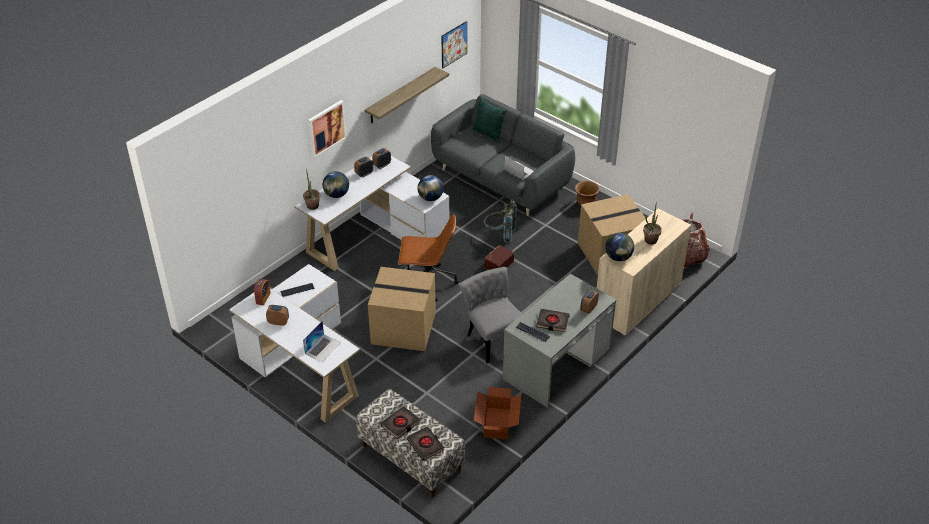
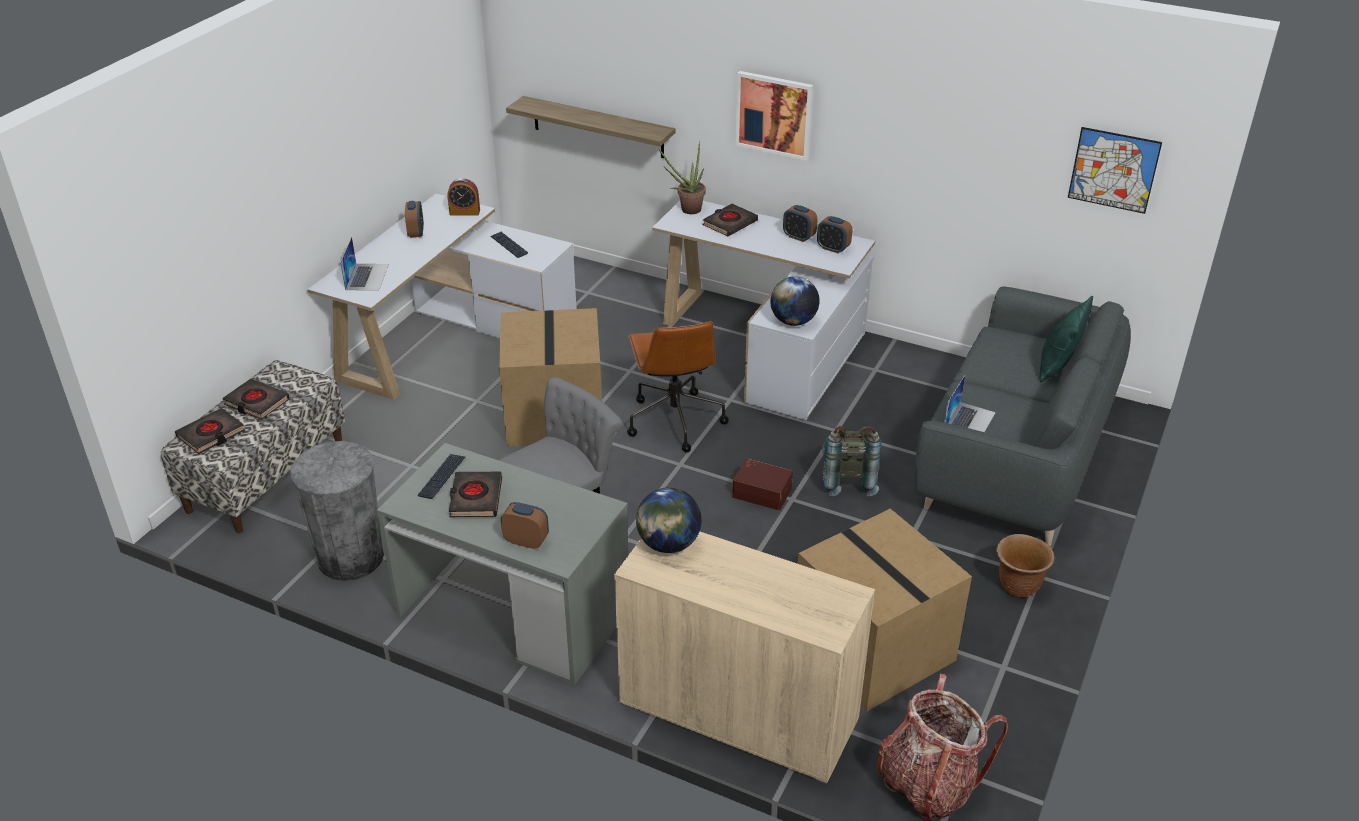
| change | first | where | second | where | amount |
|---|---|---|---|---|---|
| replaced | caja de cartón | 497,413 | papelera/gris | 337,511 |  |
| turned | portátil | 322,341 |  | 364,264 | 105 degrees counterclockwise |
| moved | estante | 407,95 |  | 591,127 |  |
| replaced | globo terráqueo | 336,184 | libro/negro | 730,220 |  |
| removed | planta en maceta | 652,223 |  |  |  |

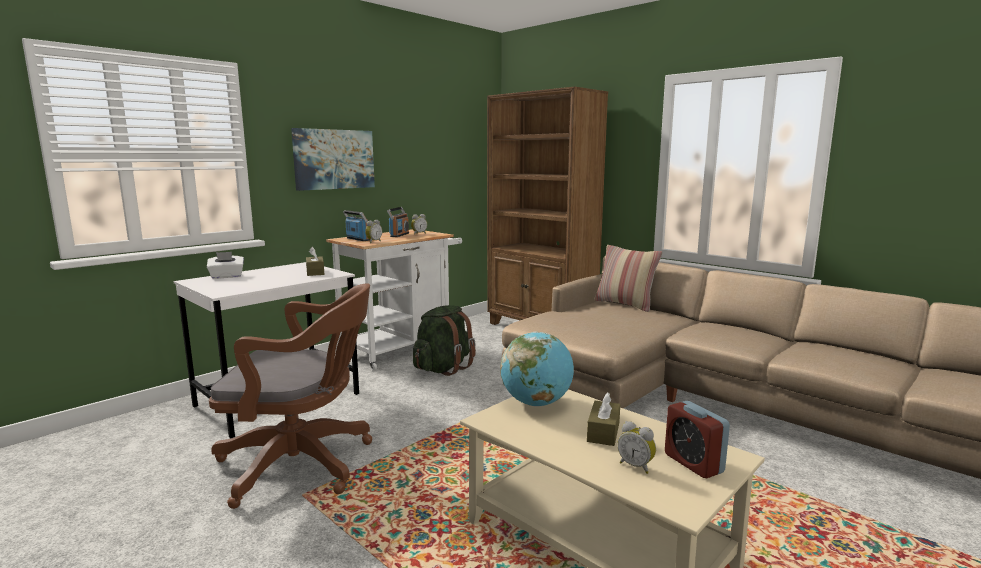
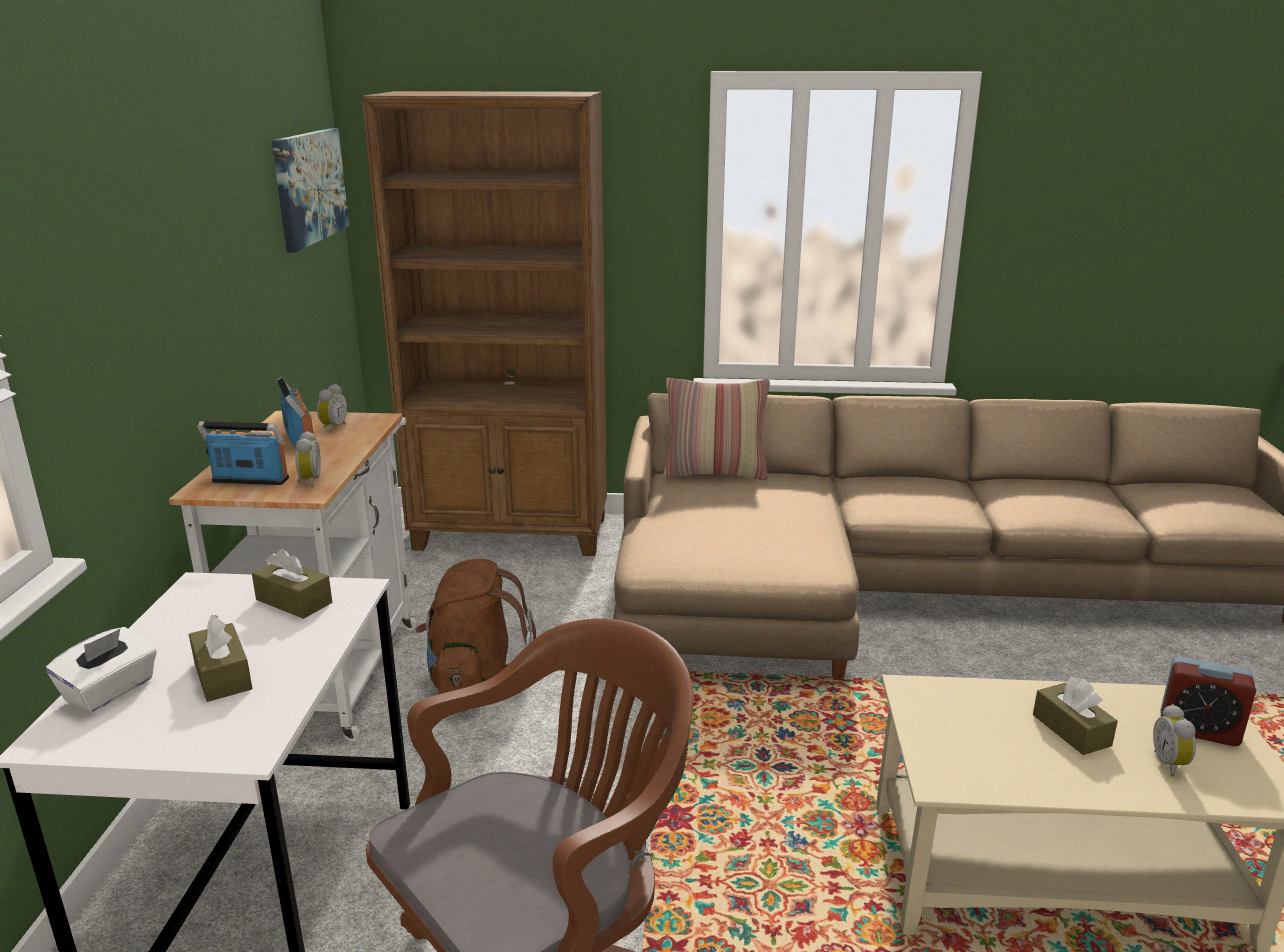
| change | first | where | second | where | amount |
|---|---|---|---|---|---|
| added |  |  | caja de pañuelos/marrón | 220,658 |  |
| moved | cuadro | 333,159 |  | 310,190 |  |
| recoloured | mochila/verde | 444,340 | mochila/marrón | 475,626 |  |
| turned | despertador | 636,447 |  | 1174,740 | 90 degrees clockwise |
| removed | globo terráqueo | 537,369 |  |  |  |

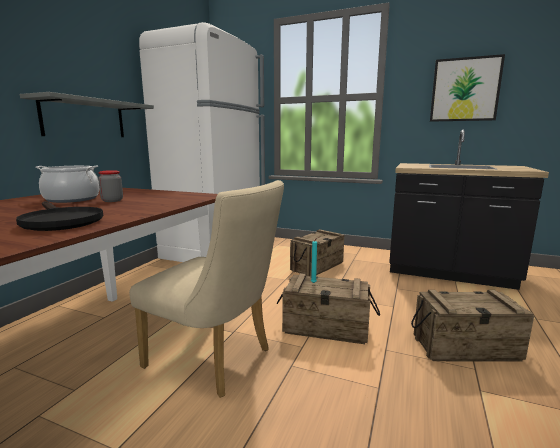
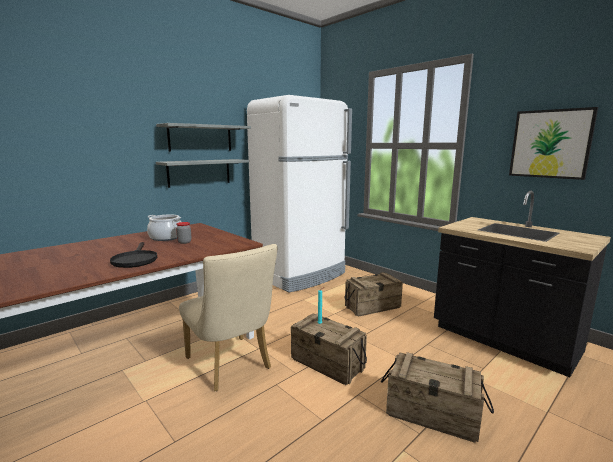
| change | first | where | second | where | amount |
|---|---|---|---|---|---|
| added |  |  | estante/gris | 203,137 |  |

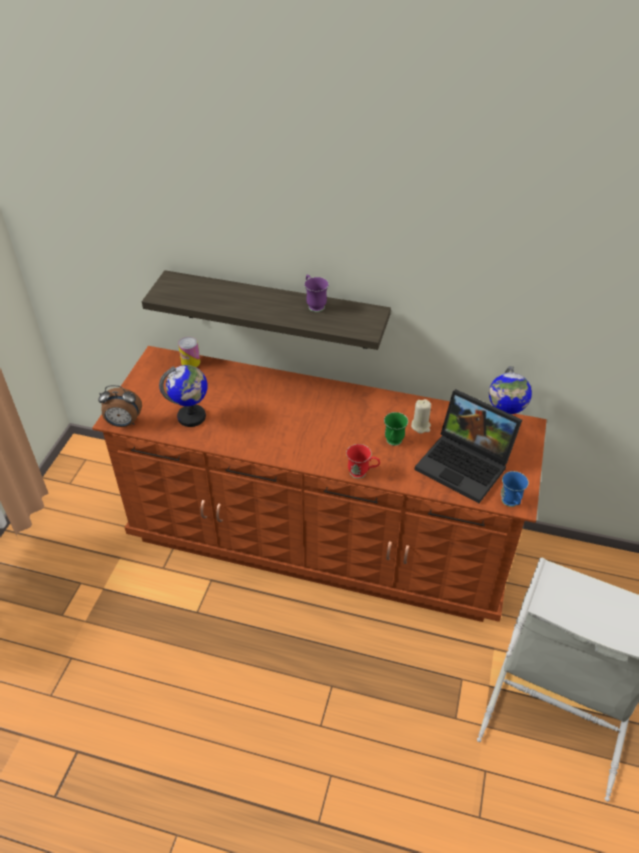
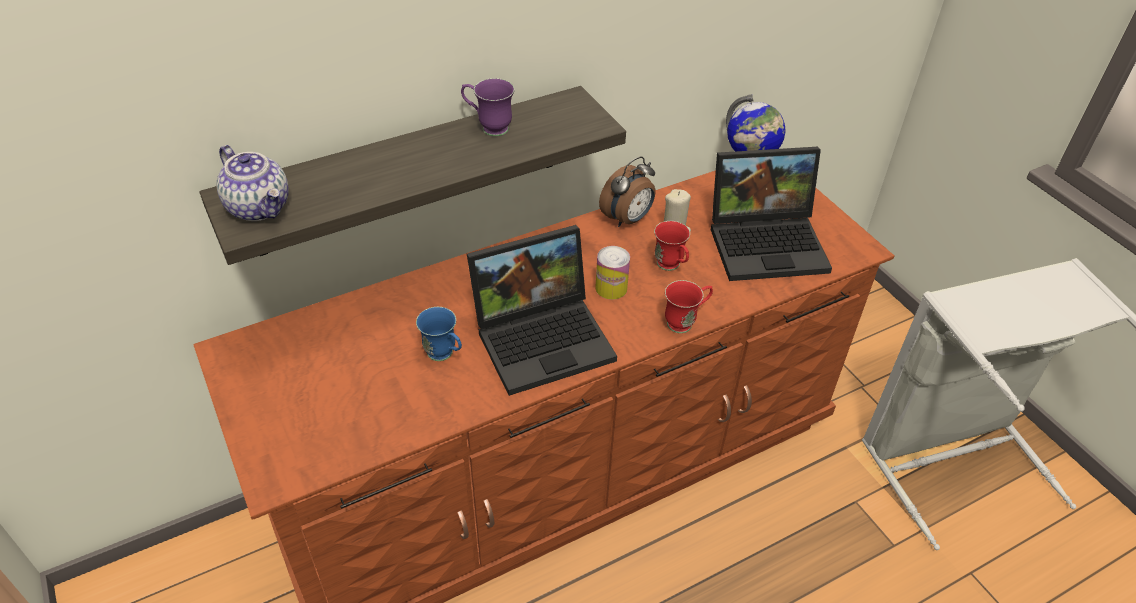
| change | first | where | second | where | amount |
|---|---|---|---|---|---|
| added |  |  | tetera | 253,183 |  |
| moved | taza grande/azul | 515,489 |  | 439,334 |  |
| added |  |  | portátil | 542,310 |  |
| moved | lata | 189,352 |  | 612,273 |  |
| moved | despertador | 120,406 |  | 627,191 |  |
| recoloured | taza grande/verde | 396,429 | taza grande/rojo | 672,246 |  |
| removed | globo terráqueo | 183,396 |  |  |  |

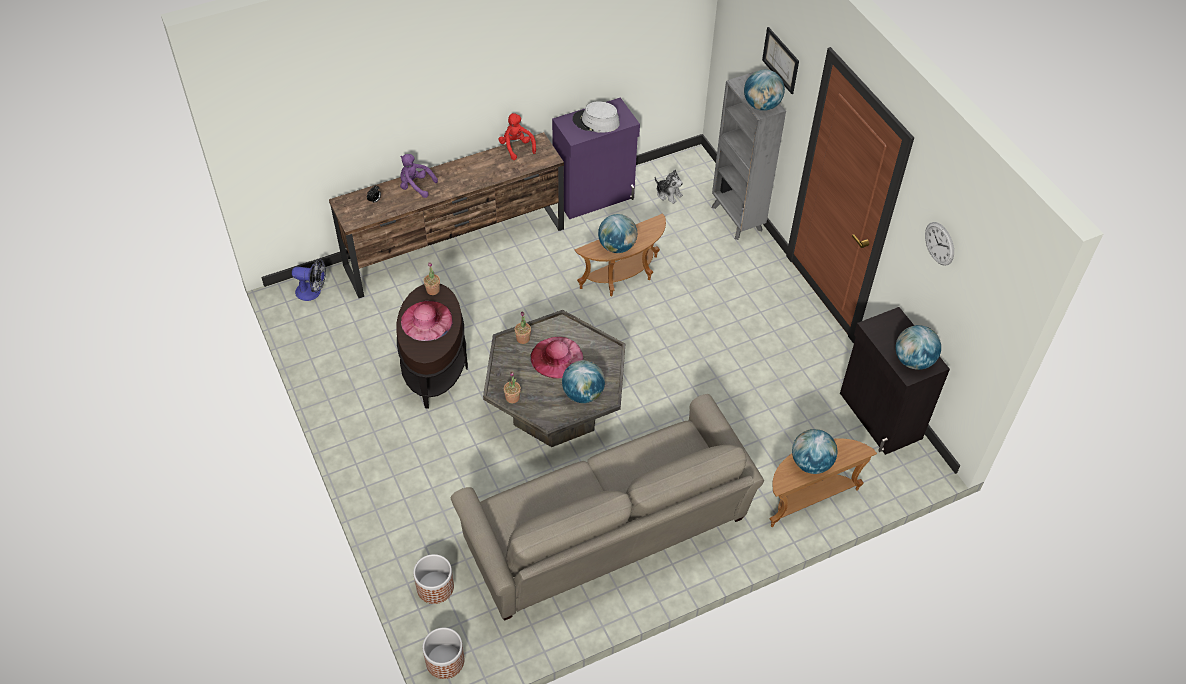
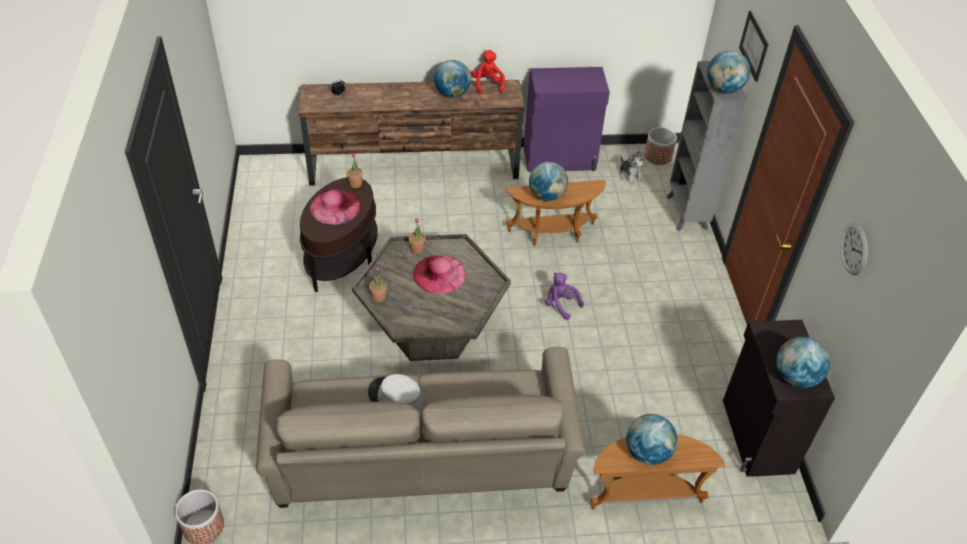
| change | first | where | second | where | amount |
|---|---|---|---|---|---|
| moved | sombrero/gris | 596,117 |  | 396,393 |  |
| moved | globo terráqueo | 583,381 |  | 452,79 |  |
| moved | peluche/morado | 419,176 |  | 564,296 |  |
| moved | maceta | 433,579 |  | 660,146 |  |
| removed | ventilador | 309,280 |  |  |  |

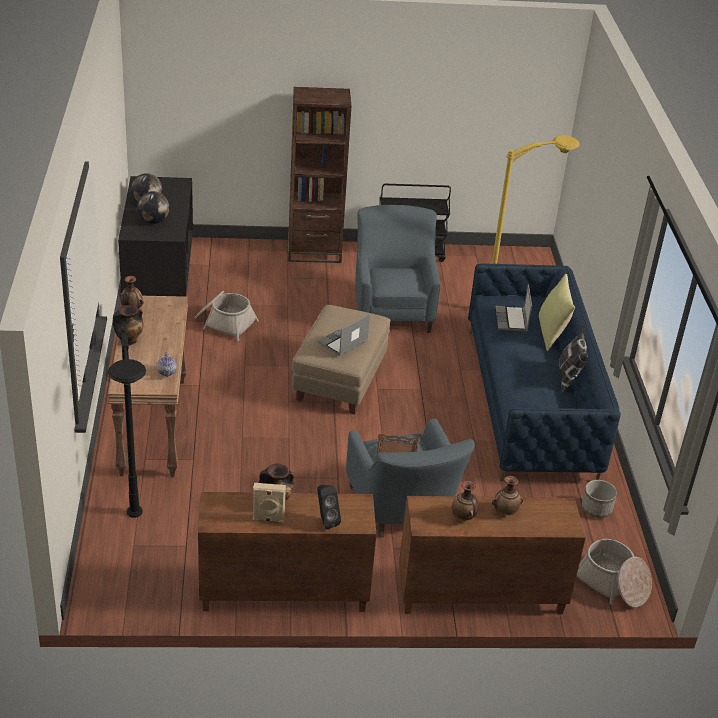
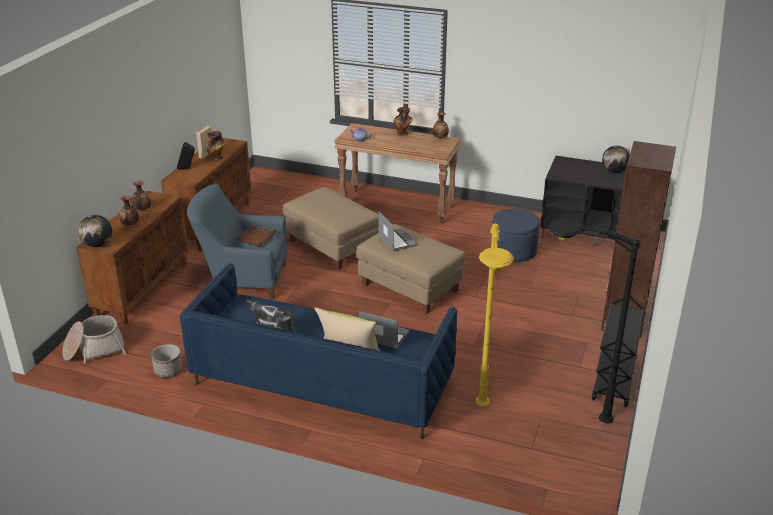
| change | first | where | second | where | amount |
|---|---|---|---|---|---|
| moved | globo terráqueo | 153,207 |  | 95,231 |  |
| added |  |  | puf/beis | 331,228 |  |
| replaced | cesta | 226,316 | puf/azul | 515,235 |  |
| moved | lámpara de pie/negro | 127,422 |  | 593,321 |  |
| removed | sillón/azul | 398,269 |  |  |  |

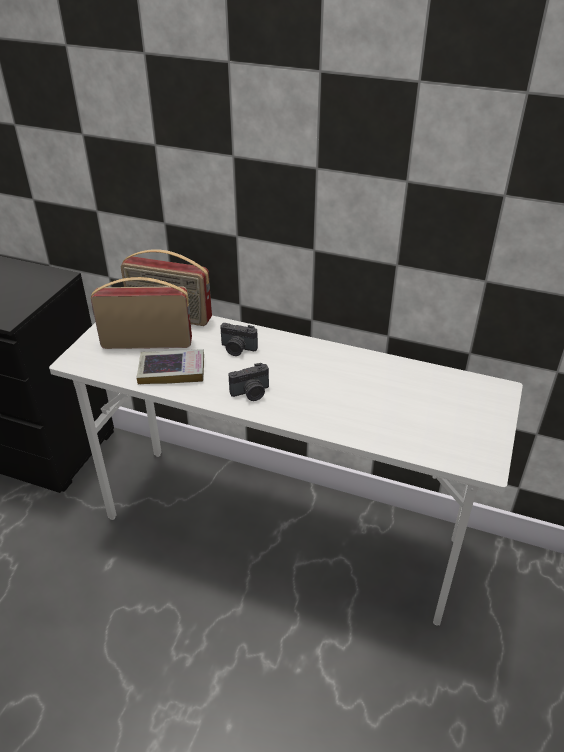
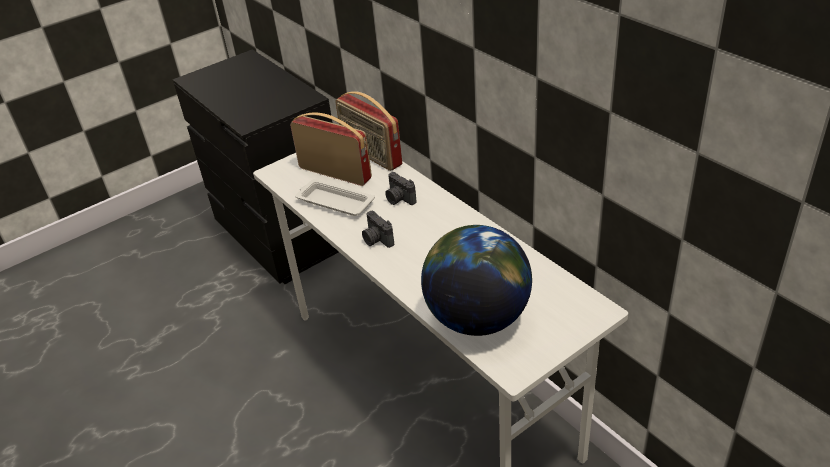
| change | first | where | second | where | amount |
|---|---|---|---|---|---|
| replaced | libro | 170,367 | bandeja/blanco | 335,197 |  |
| turned | cámara | 249,382 |  | 378,229 | 45 degrees clockwise |
| added |  |  | globo terráqueo | 476,280 |  |

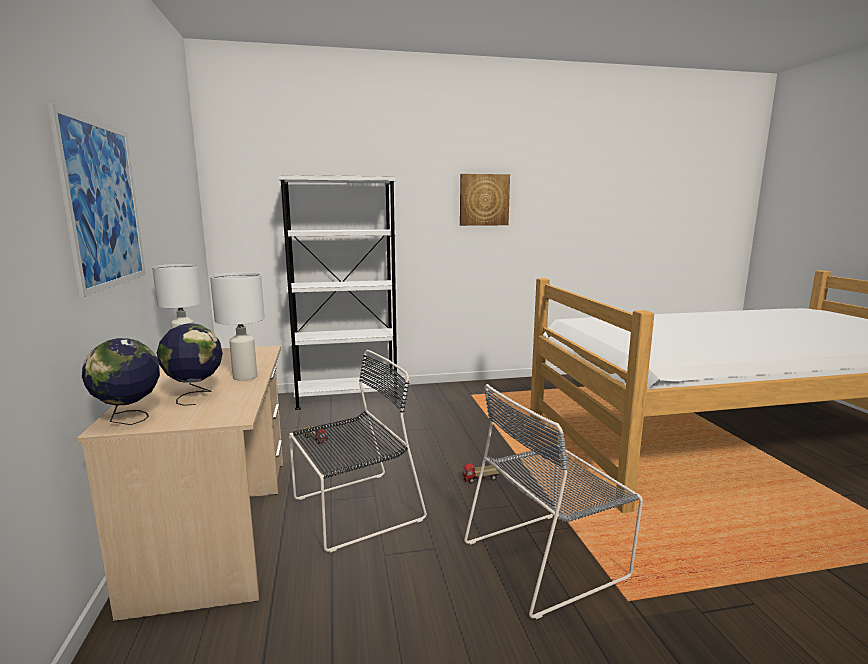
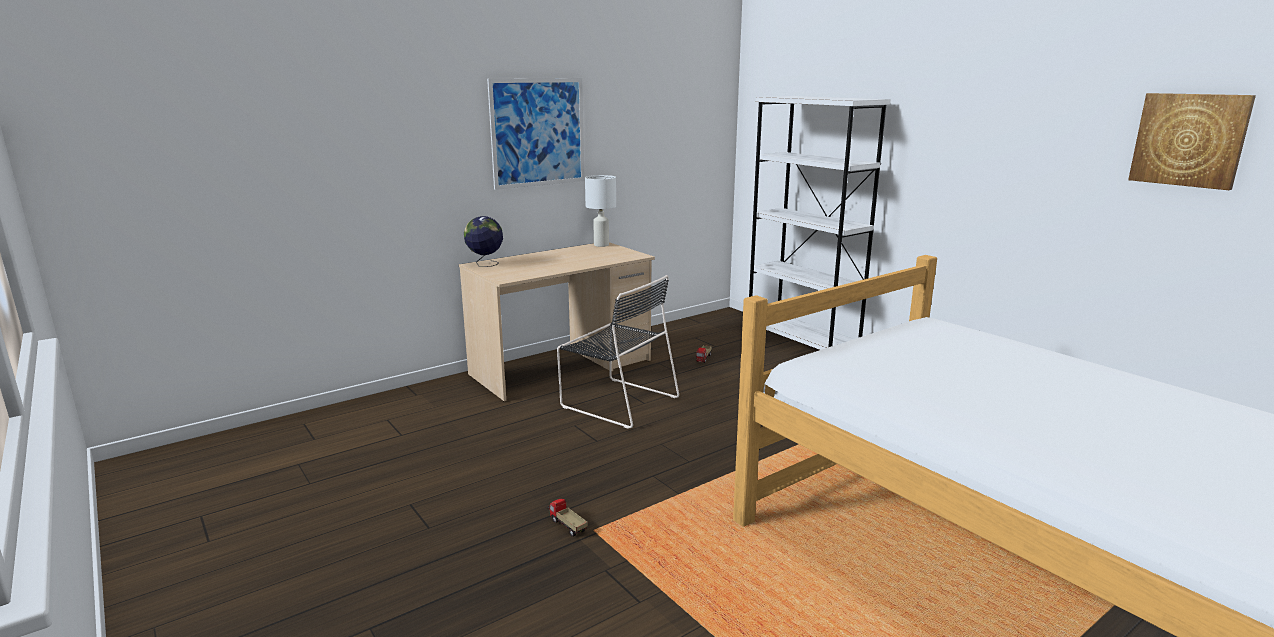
| change | first | where | second | where | amount |
|---|---|---|---|---|---|
| moved | camión de juguete | 480,473 |  | 568,518 |  |
| moved | cuadro | 485,200 |  | 1192,141 |  |
| removed | globo terráqueo | 190,364 |  |  |  |
| removed | lámpara de mesa/blanco | 237,327 |  |  |  |
| removed | silla/gris | 553,501 |  |  |  |

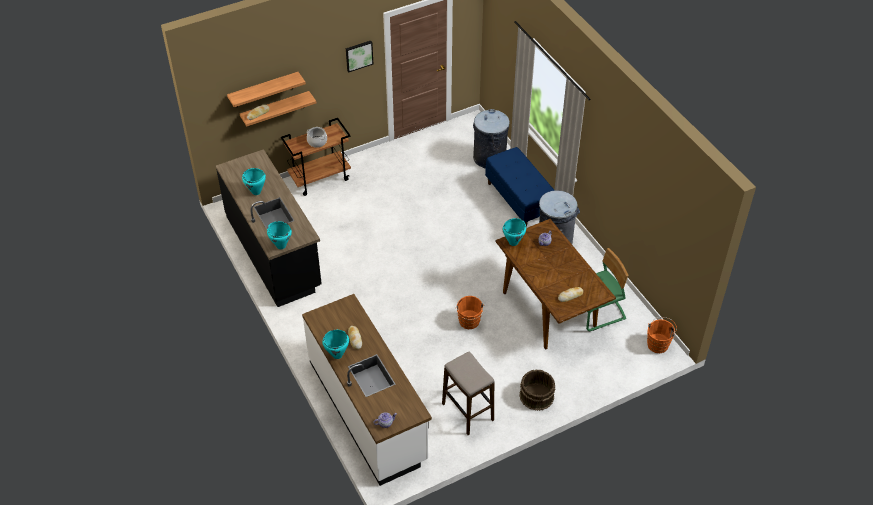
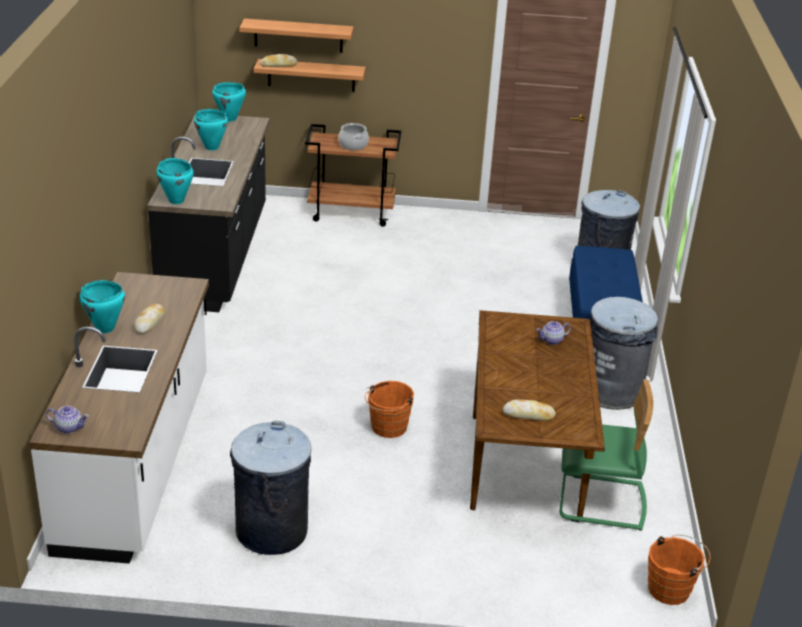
| change | first | where | second | where | amount |
|---|---|---|---|---|---|
| moved | olla/turquesa | 514,232 |  | 229,102 |  |
| replaced | taburete | 468,393 | papelera/gris | 270,488 |  |
| removed | cuadro | 359,56 |  |  |  |
| removed | cubo/marrón | 537,390 |  |  |  |

